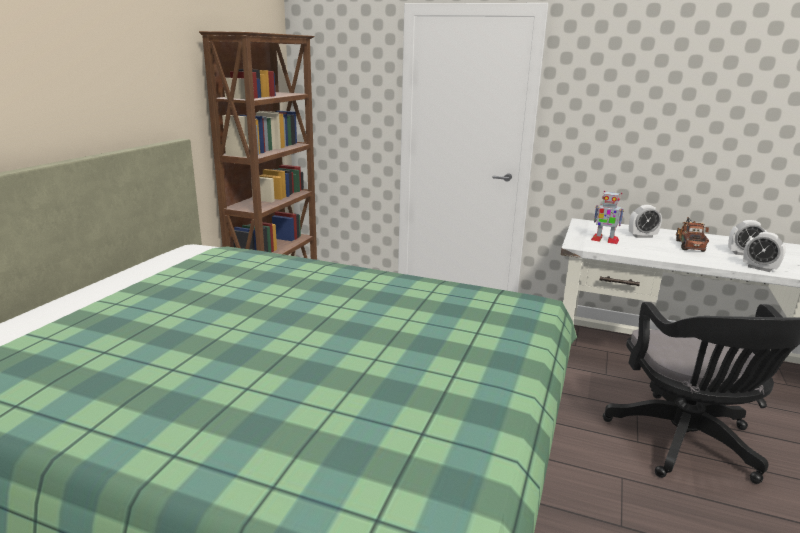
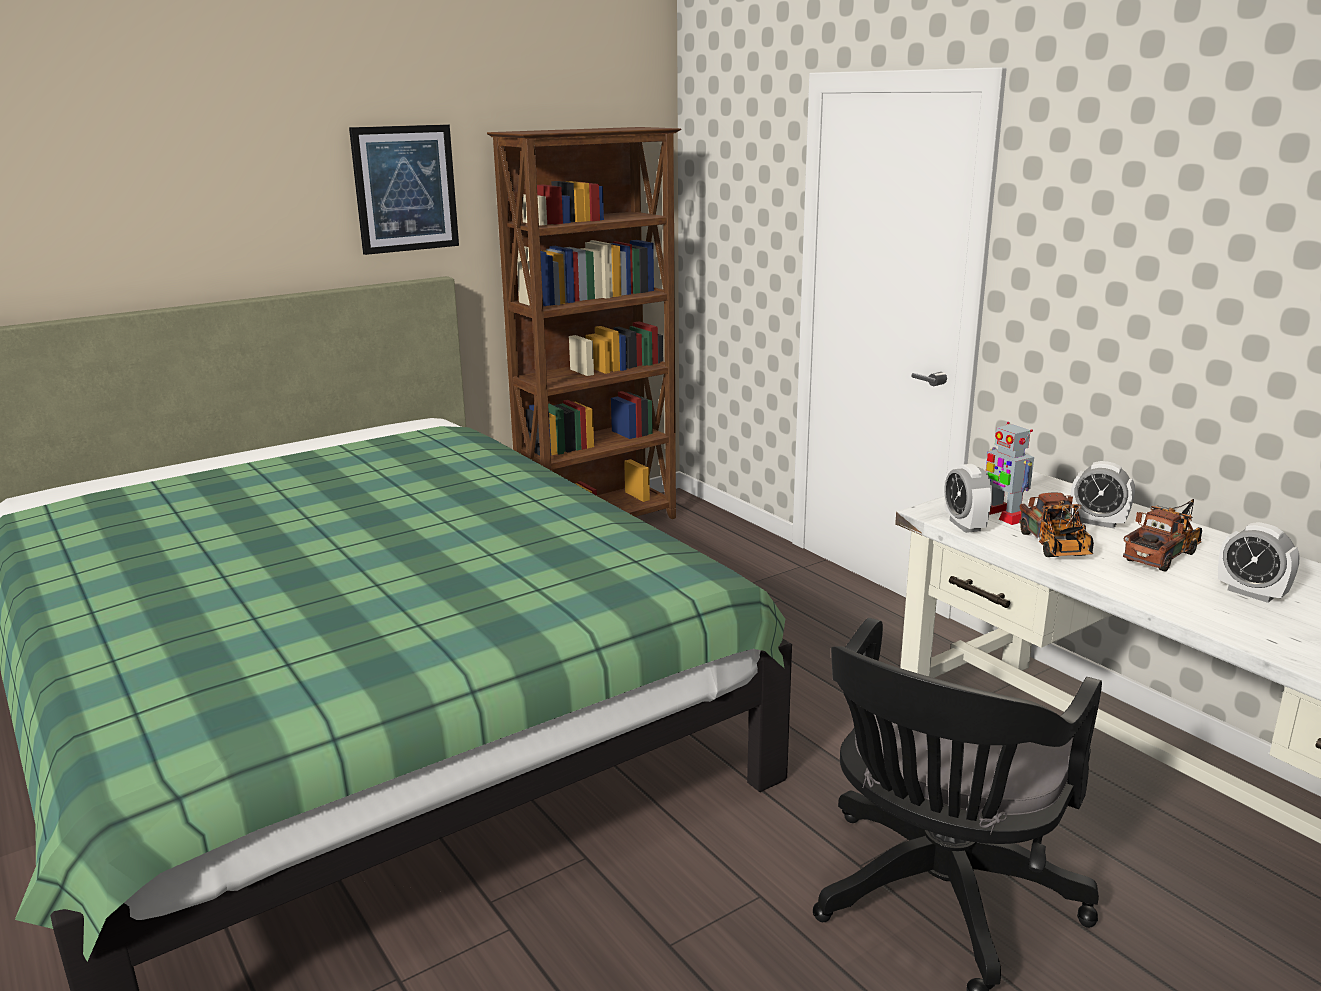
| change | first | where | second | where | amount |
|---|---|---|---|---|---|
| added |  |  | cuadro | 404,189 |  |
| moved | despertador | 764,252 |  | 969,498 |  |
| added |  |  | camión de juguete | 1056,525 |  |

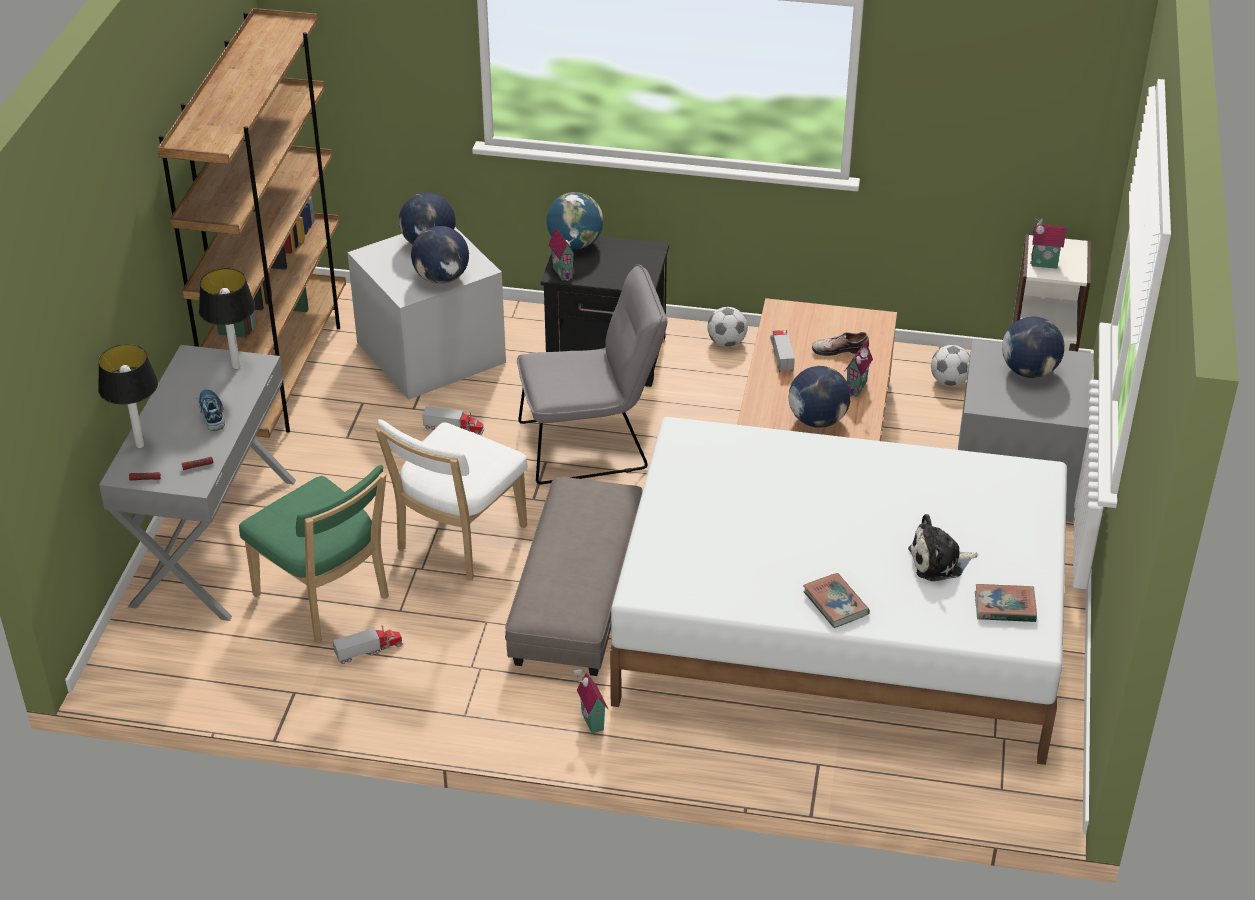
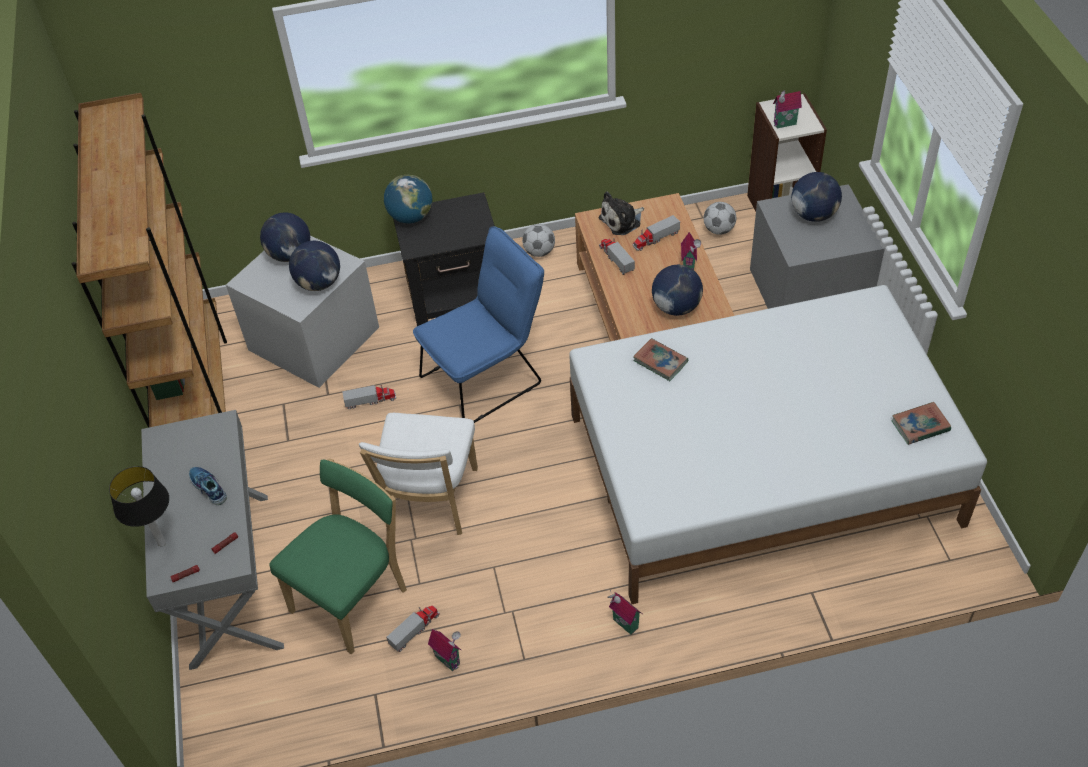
| change | first | where | second | where | amount |
|---|---|---|---|---|---|
| turned | silla/verde | 314,554 |  | 338,556 | 75 degrees counterclockwise |
| recoloured | silla/gris | 592,374 | silla/azul | 478,324 |  |
| moved | casita | 563,254 |  | 444,650 |  |
| moved | peluche | 943,547 |  | 621,213 |  |
| replaced | zapato | 840,344 | camión de juguete | 656,233 |  |
| moved | libro | 836,600 |  | 660,359 |  |
| removed | lámpara de mesa | 227,318 |  |  |  |
| removed | puf/gris | 573,576 |  |  |  |

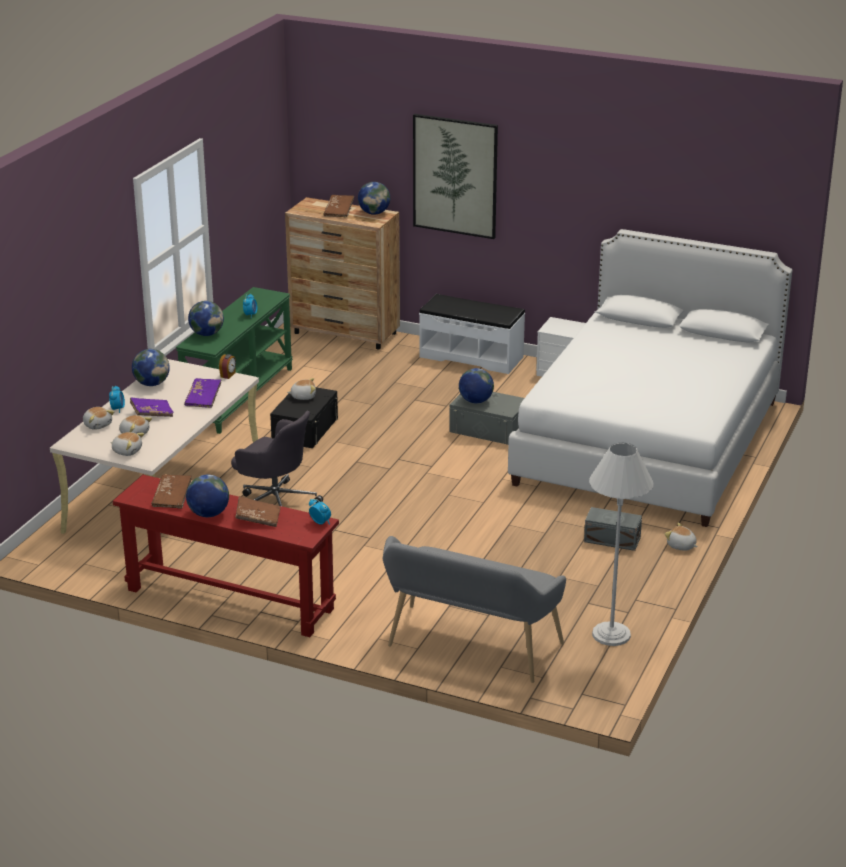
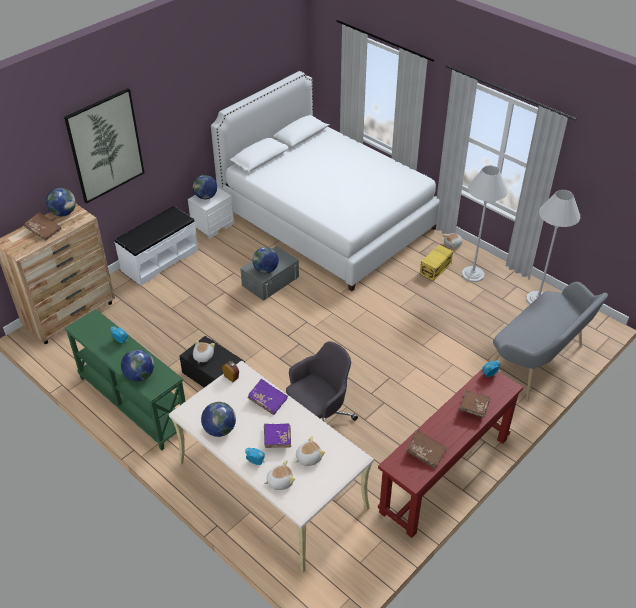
| change | first | where | second | where | amount |
|---|---|---|---|---|---|
| moved | globo terráqueo | 207,496 |  | 205,187 |  |
| recoloured | caja de almacenaje/gris | 613,529 | caja de almacenaje/amarillo | 436,263 |  |
| added |  |  | lámpara de pie/blanco | 485,224 |  |
| removed | peluche | 127,444 |  |  |  |

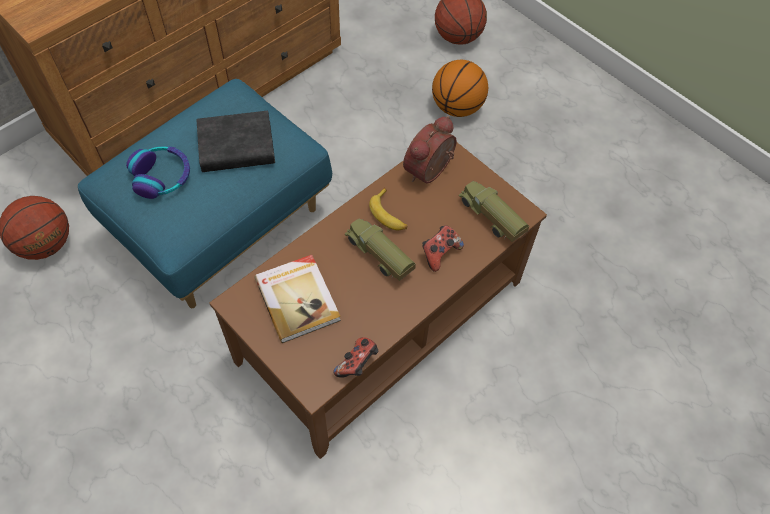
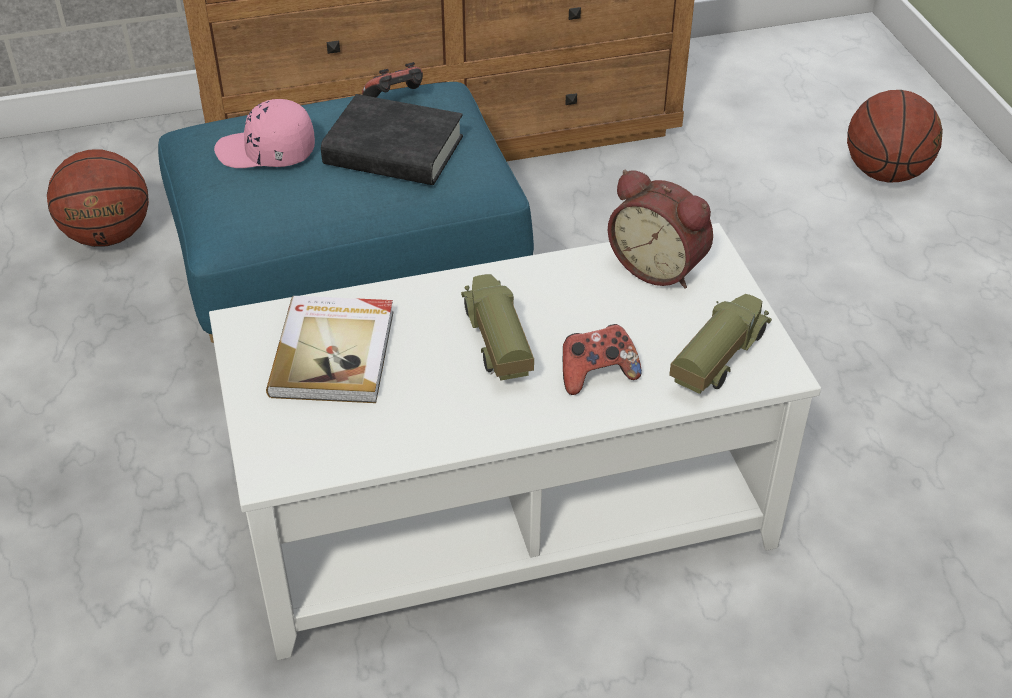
| change | first | where | second | where | amount |
|---|---|---|---|---|---|
| recoloured | mesa de centro/marrón | 378,300 | mesa de centro/blanco | 515,441 |  |
| replaced | auriculares | 158,172 | gorra/rosa | 264,133 |  |
| moved | mando de consola | 355,357 |  | 392,79 |  |
| turned | despertador | 430,150 |  | 660,229 | 120 degrees counterclockwise |
| turned | camión de juguete | 493,211 |  | 720,344 | 45 degrees clockwise |
| removed | plátano | 388,208 |  |  |  |
| removed | balón de baloncesto | 460,88 |  |  |  |

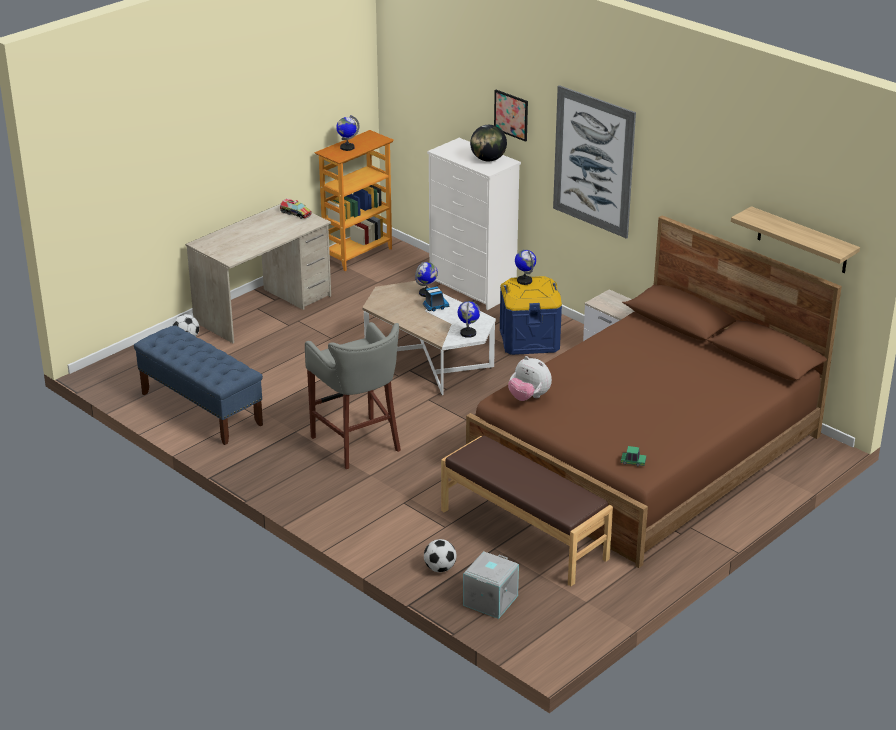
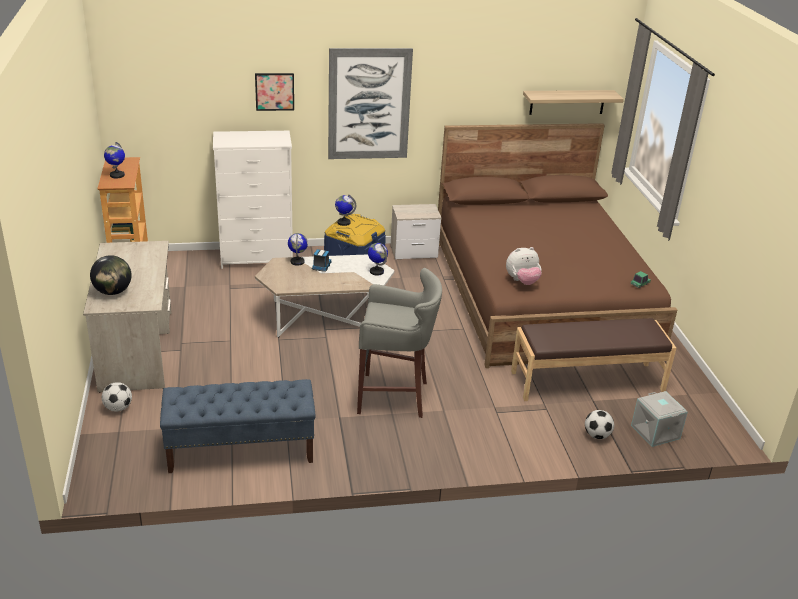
| change | first | where | second | where | amount |
|---|---|---|---|---|---|
| moved | globo terráqueo | 488,143 |  | 111,275 |  |
| removed | camión de juguete | 296,208 |  |  |  |

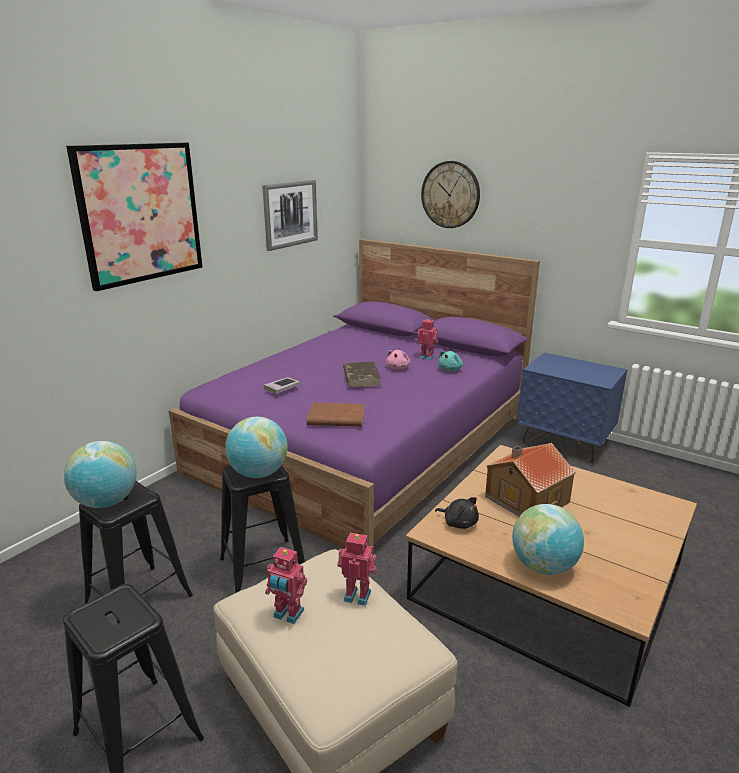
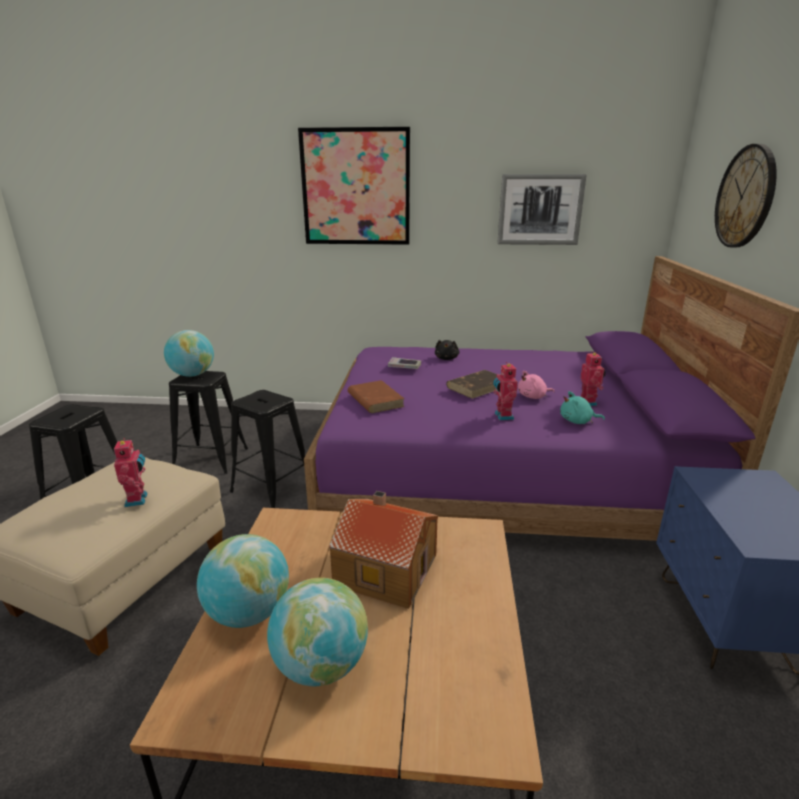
| change | first | where | second | where | amount |
|---|---|---|---|---|---|
| moved | globo terráqueo | 256,447 |  | 317,631 |  |
| moved | peluche/negro | 457,513 |  | 447,350 |  |
| moved | robot de juguete | 286,585 |  | 505,391 |  |

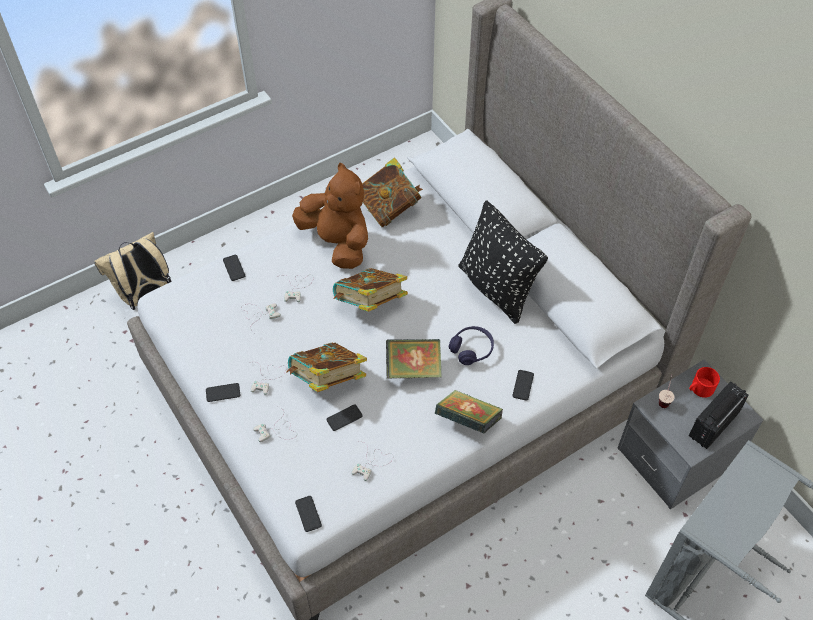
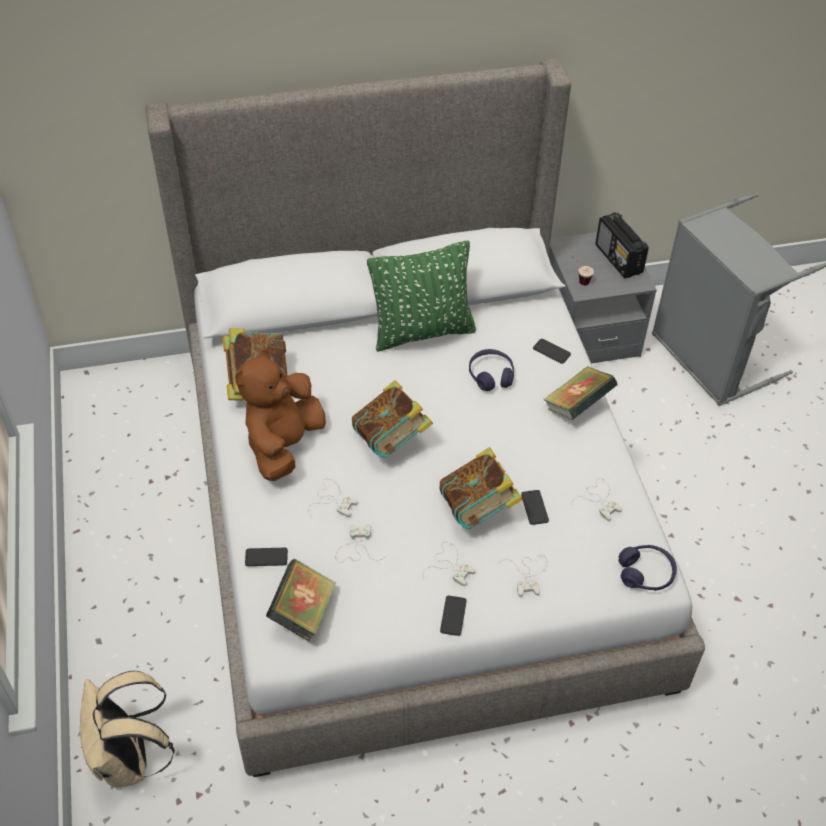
| change | first | where | second | where | amount |
|---|---|---|---|---|---|
| turned | peluche/marrón | 330,216 |  | 280,414 | 45 degrees counterclockwise |
| moved | libro | 414,358 |  | 301,600 |  |
| recoloured | cojín/negro | 503,262 | cojín/verde | 421,296 |  |
| replaced | móvil | 308,514 | auriculares/morado | 648,568 |  |
| removed | taza grande/rojo | 704,382 |  |  |  |

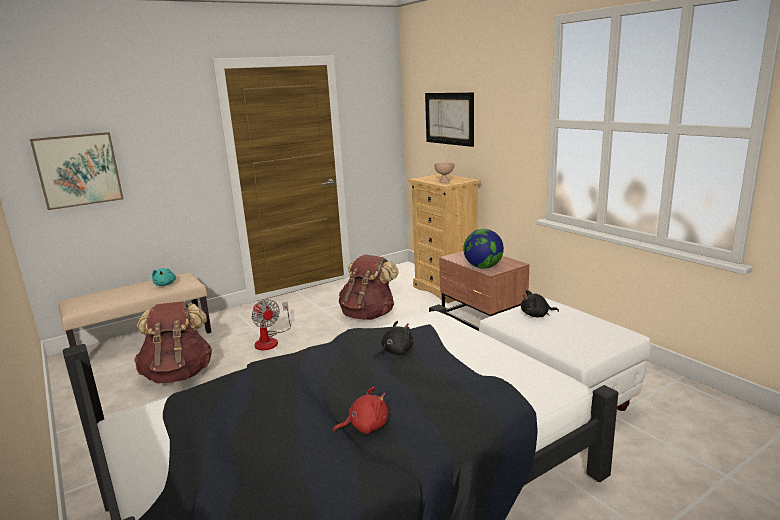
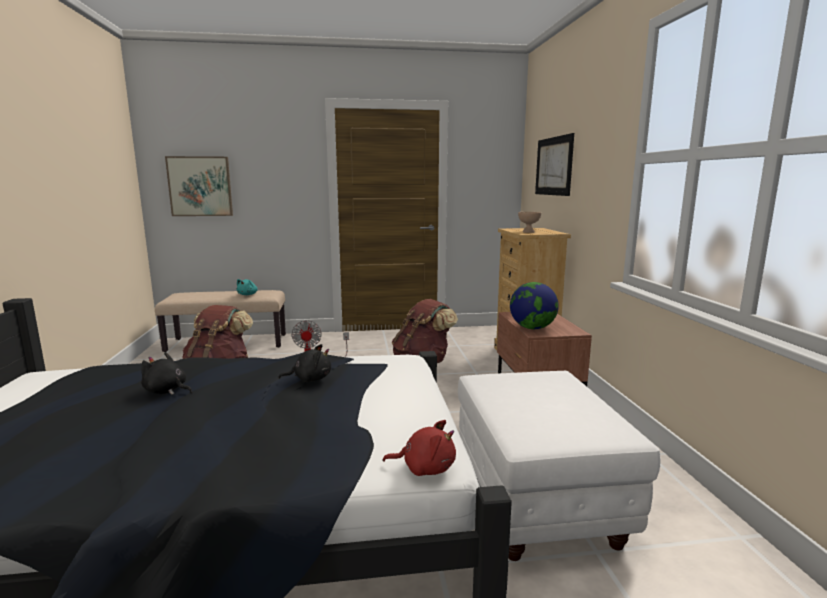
| change | first | where | second | where | amount |
|---|---|---|---|---|---|
| moved | peluche/negro | 540,303 |  | 166,373 |  |
| moved | peluche/rojo | 361,410 |  | 419,448 |  |

